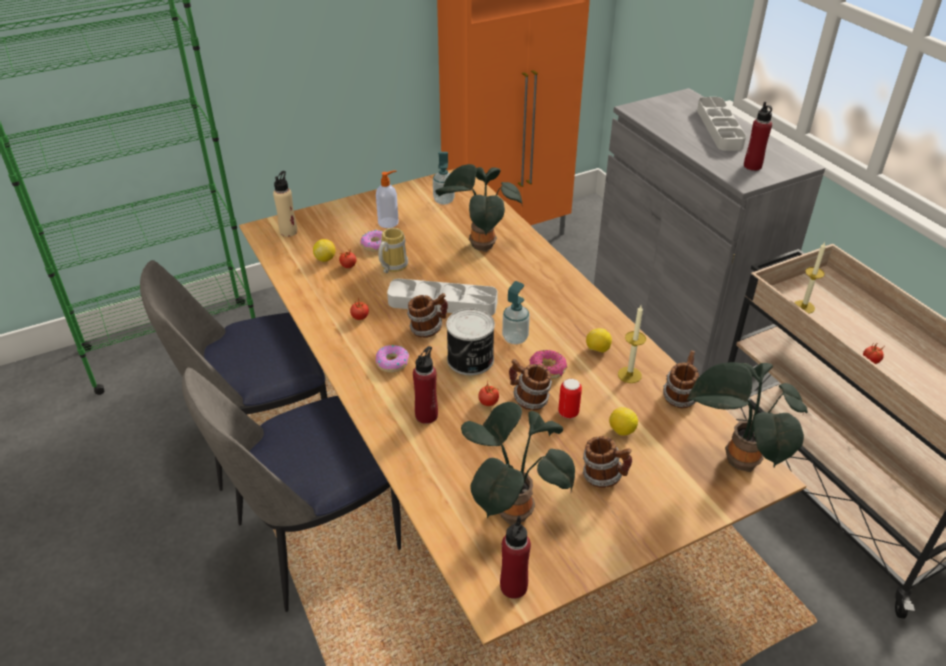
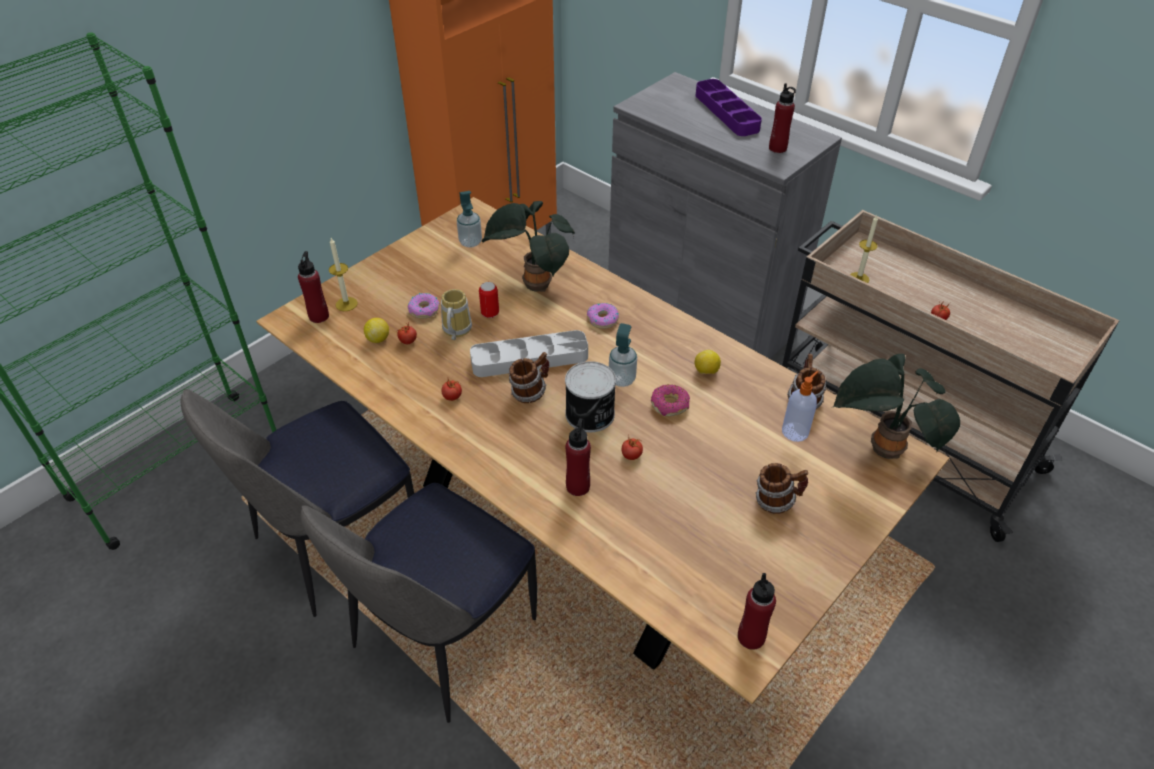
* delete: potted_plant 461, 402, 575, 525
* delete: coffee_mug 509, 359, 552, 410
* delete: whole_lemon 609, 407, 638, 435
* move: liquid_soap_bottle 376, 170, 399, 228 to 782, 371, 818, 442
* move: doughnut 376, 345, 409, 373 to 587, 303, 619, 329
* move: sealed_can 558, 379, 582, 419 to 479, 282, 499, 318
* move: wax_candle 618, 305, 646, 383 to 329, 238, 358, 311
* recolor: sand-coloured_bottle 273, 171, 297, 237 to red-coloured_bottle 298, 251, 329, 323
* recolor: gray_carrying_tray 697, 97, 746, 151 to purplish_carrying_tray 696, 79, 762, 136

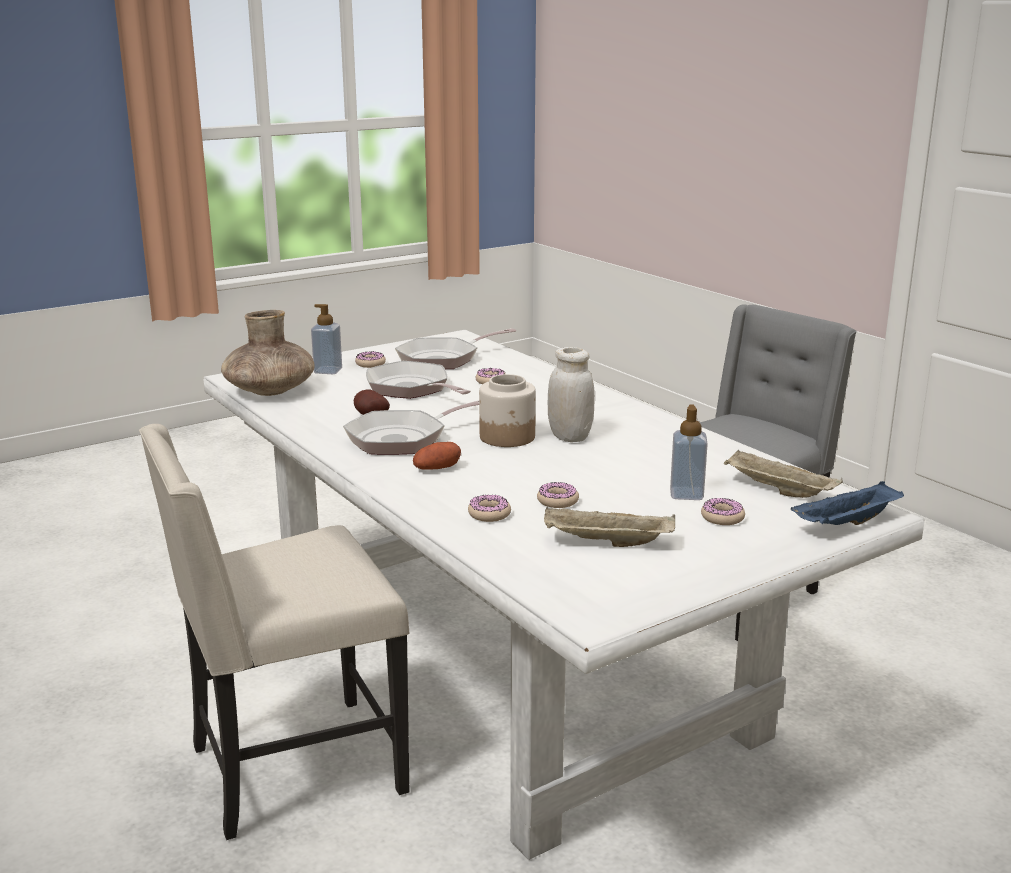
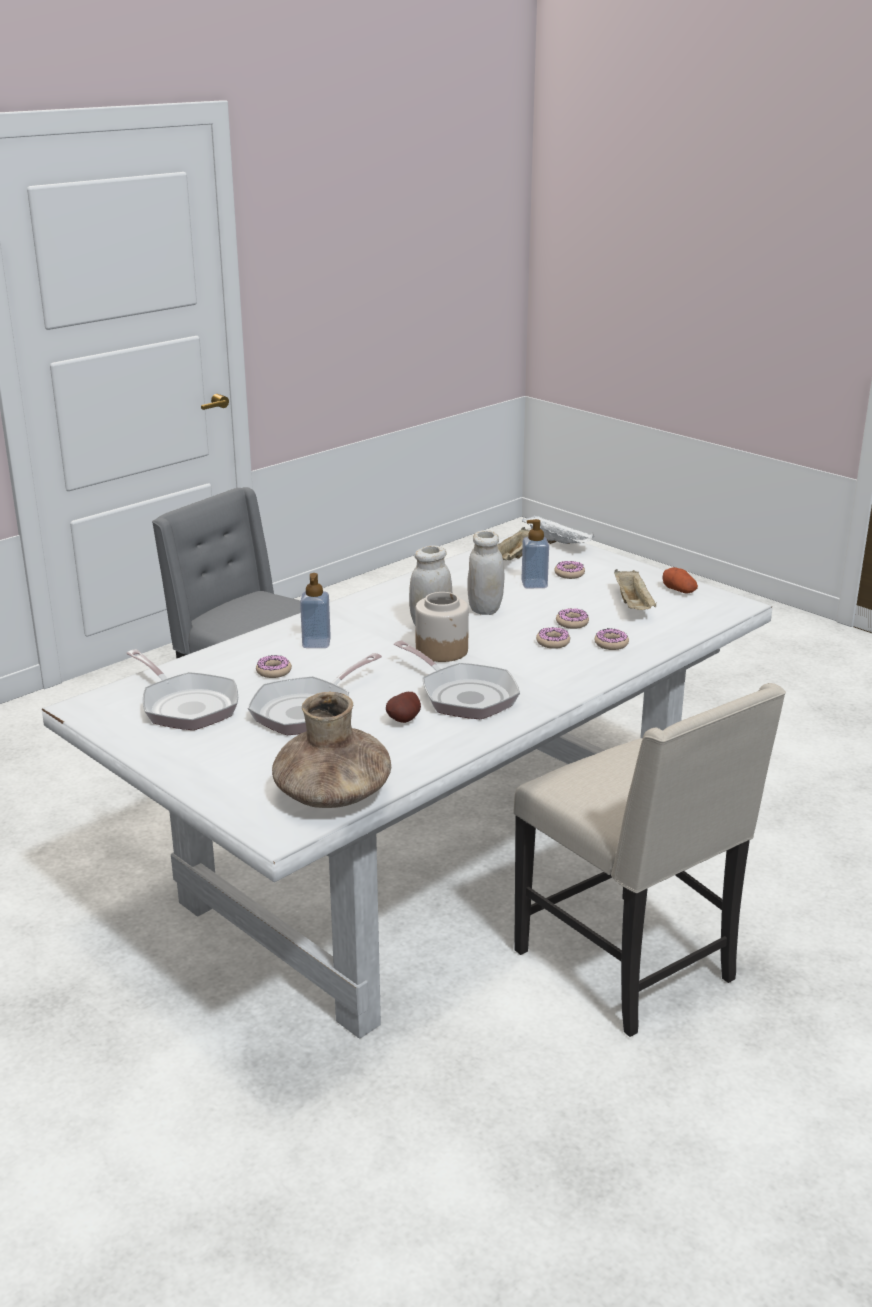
* insert: white-coloured_preserve_jar 468, 530, 505, 615
* move: liquid_soap_bottle 311, 304, 342, 374 to 300, 573, 331, 648
* move: doughnut 355, 351, 386, 368 to 536, 627, 570, 649
* move: potato 413, 442, 461, 470 to 663, 567, 698, 594
* recolor: bluish_carrying_tray 791, 481, 904, 525 to white-coloured_carrying_tray 522, 515, 594, 544

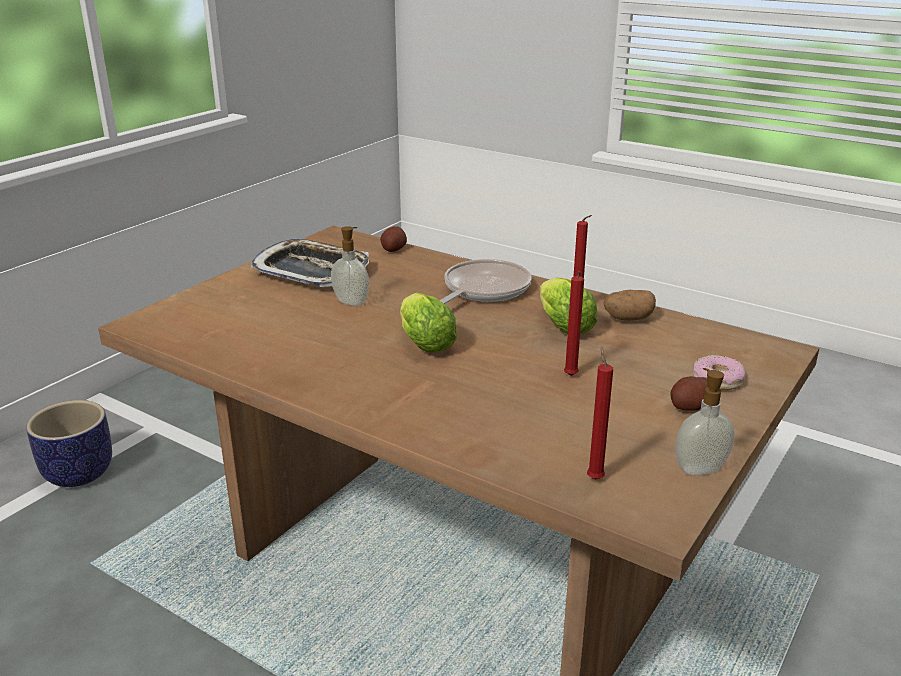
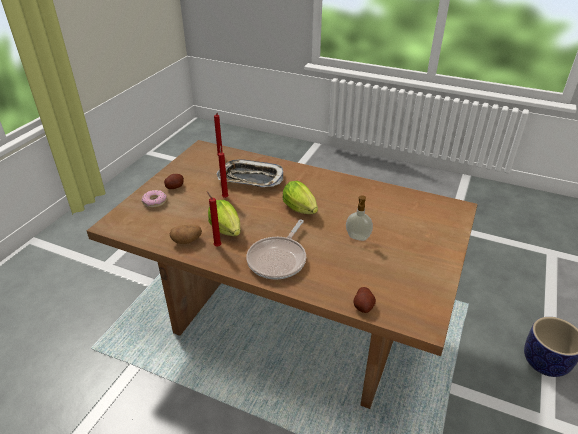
* delete: liquid_soap_bottle 676, 368, 735, 475
* move: carrying_tray 250, 239, 369, 287 to 216, 159, 283, 187

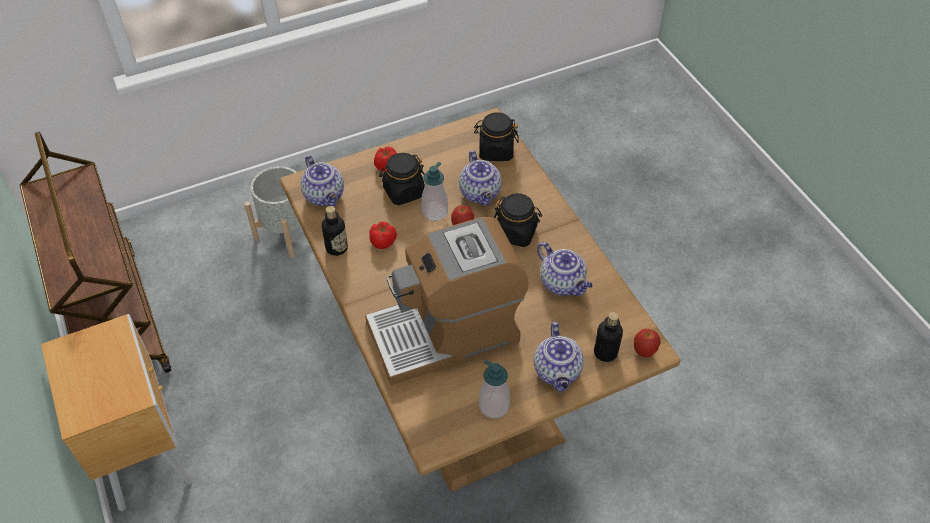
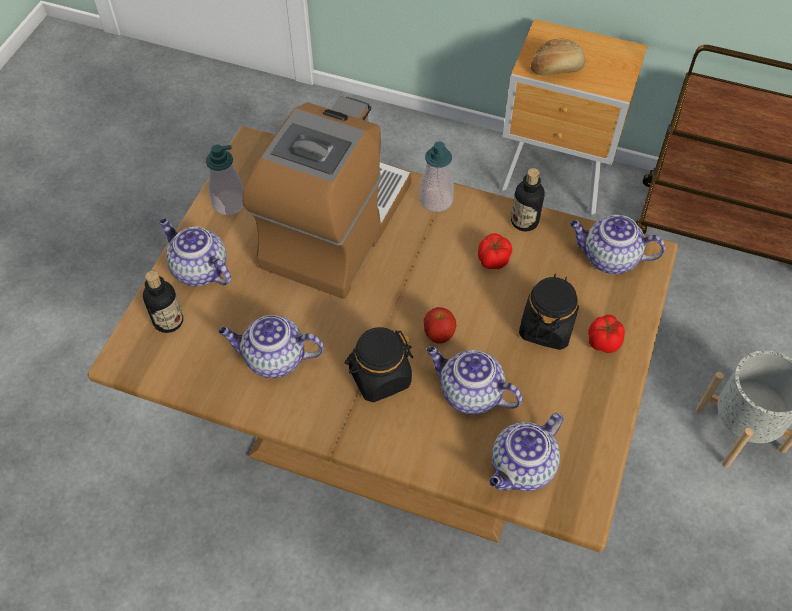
* delete: apple_fruit 634, 329, 661, 357
* insert: bakery_bread 531, 39, 585, 75
* move: liquid_soap_bottle 421, 162, 448, 221 to 420, 141, 454, 212
* replace: black-coloured_preserve_jar 474, 112, 519, 161 to tea_pot 489, 413, 563, 491

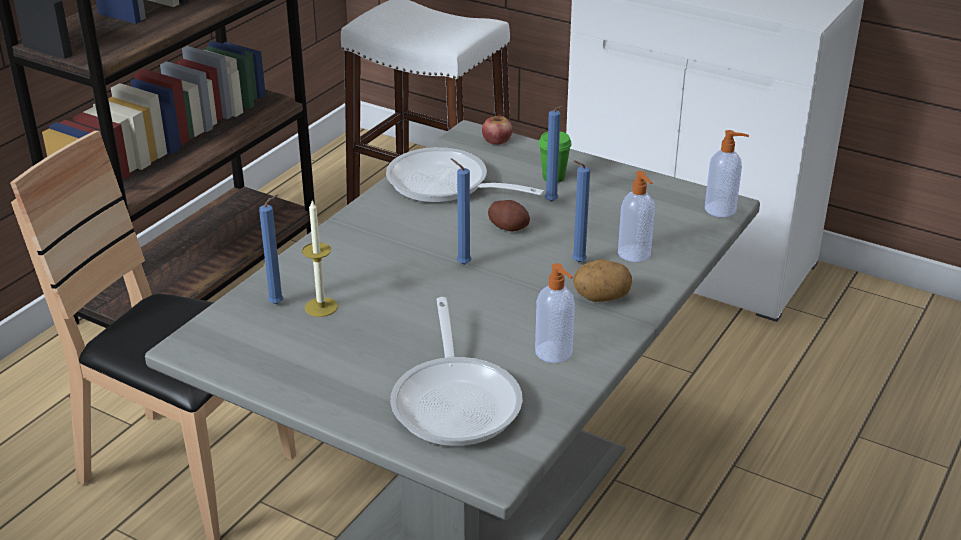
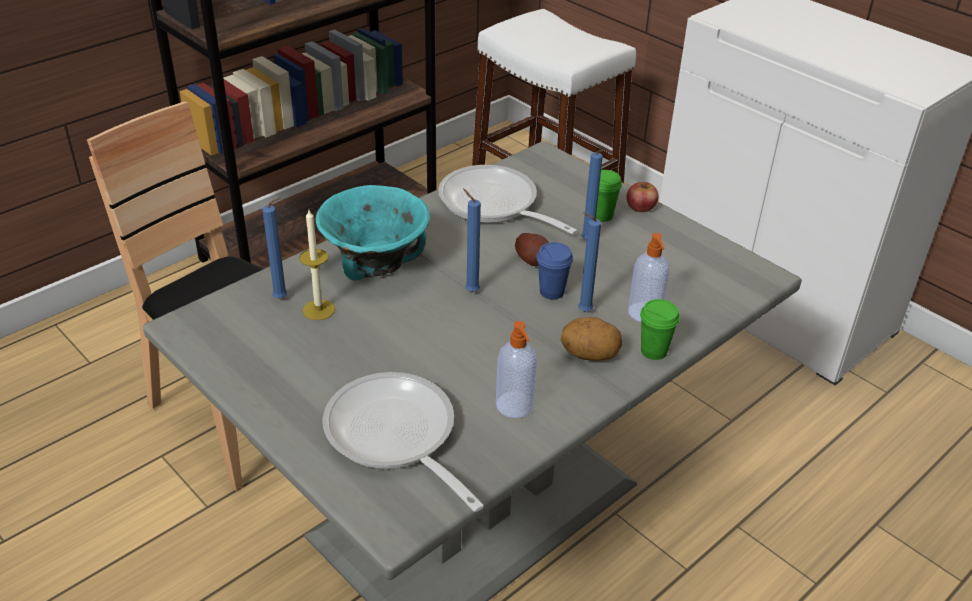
* delete: liquid_soap_bottle 705, 130, 749, 217
* insert: turquoise_deep_dish 316, 185, 430, 281
* insert: bluish_small_cup 536, 242, 573, 300
* insert: green-coloured_small_cup 640, 299, 680, 360
* move: apple_fruit 482, 115, 513, 145 to 627, 182, 659, 212
* rotate: pan 390, 297, 523, 446 = 323, 372, 484, 512 135 degrees clockwise

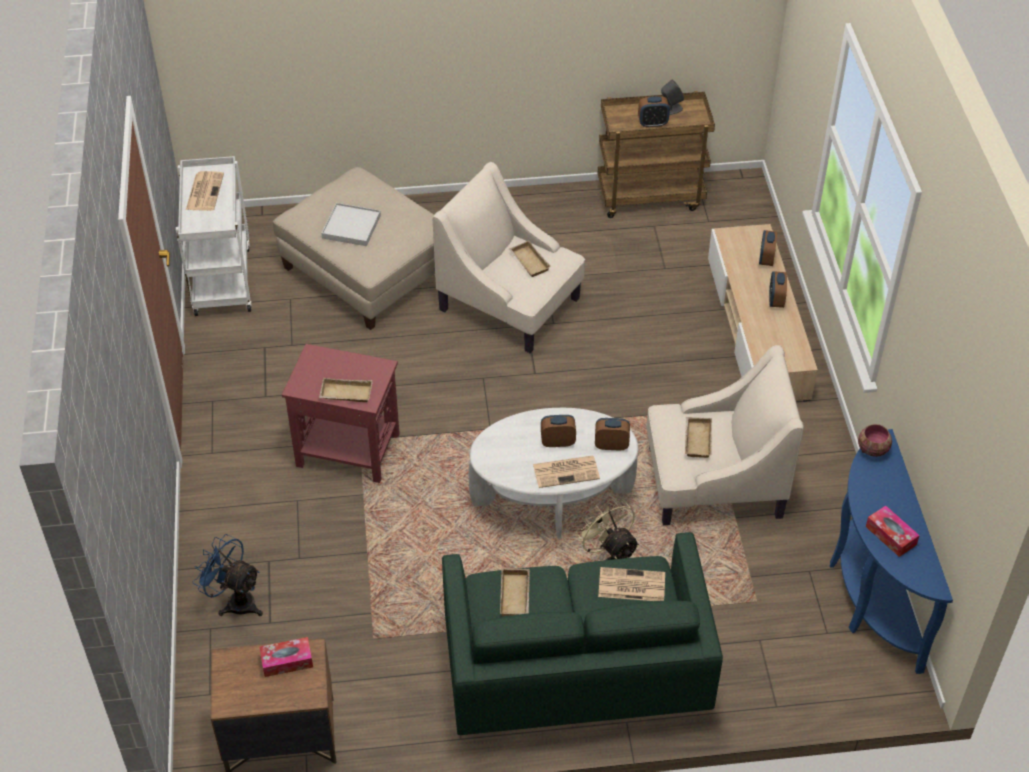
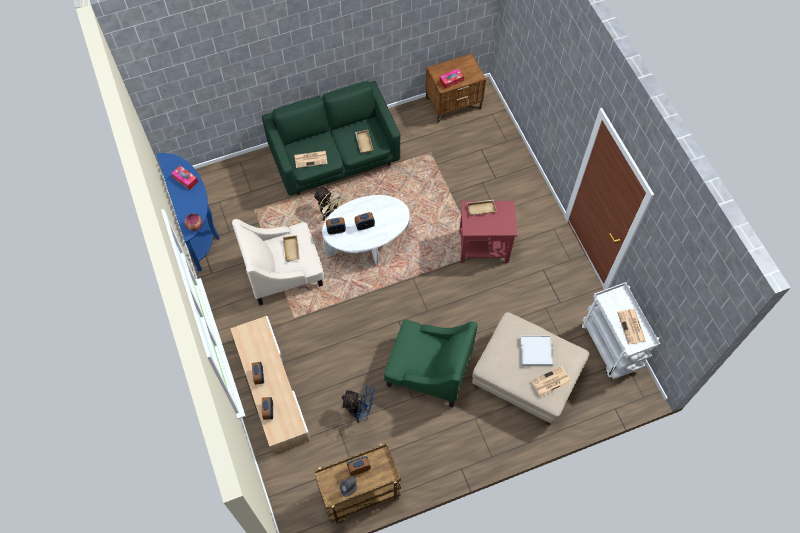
* delete: sand-coloured_carrying_tray 509, 241, 551, 277
* move: bluish_electric_fan 193, 534, 263, 616 to 341, 385, 375, 423
* move: daily_paper 533, 456, 600, 488 to 531, 366, 571, 397
* recolor: sand-coloured_easy_chair 433, 162, 585, 353 to green-coloured_easy_chair 384, 320, 478, 407

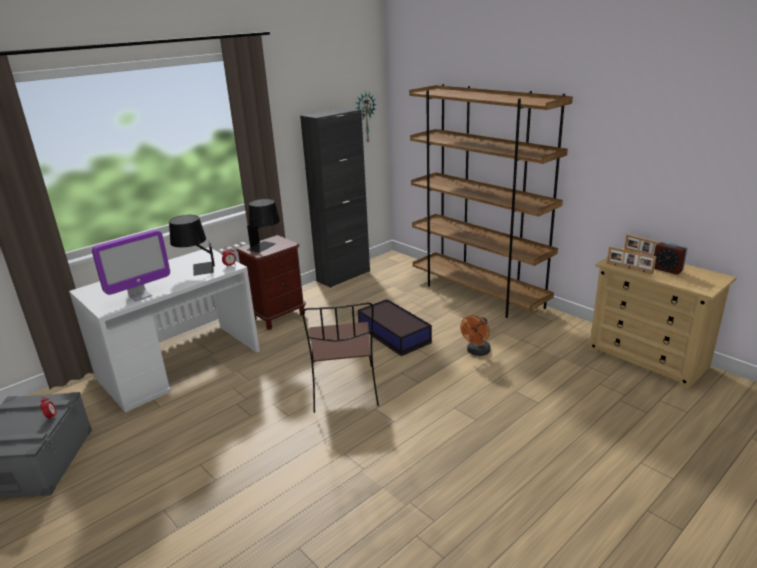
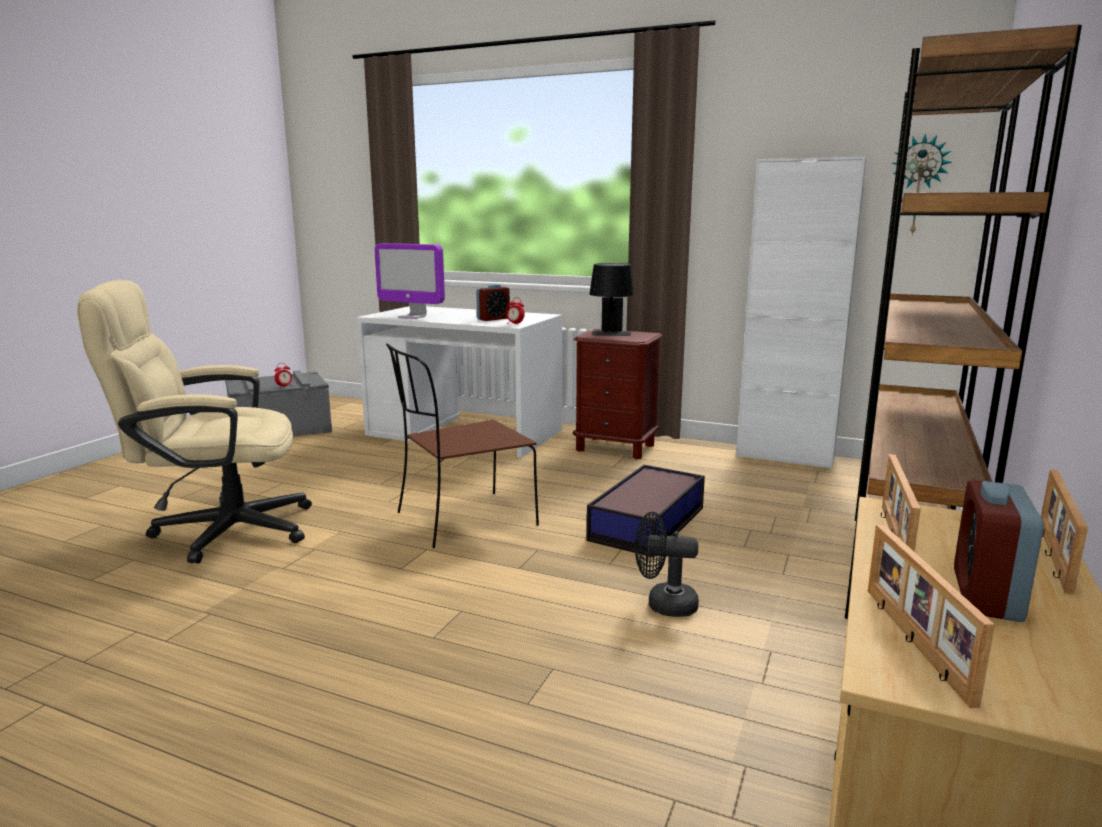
* insert: sand-coloured_office_chair 77, 280, 312, 563
* insert: photo_frame 868, 524, 995, 708
* replace: black-coloured_tabletop_lamp 169, 215, 215, 276 to bedside_clock 476, 284, 510, 321
* recolor: black-coloured_storage_cabinet 300, 107, 370, 288 to white-coloured_storage_cabinet 736, 156, 867, 470
* recolor: orange_electric_fan 460, 315, 491, 356 to black-coloured_electric_fan 635, 512, 699, 617

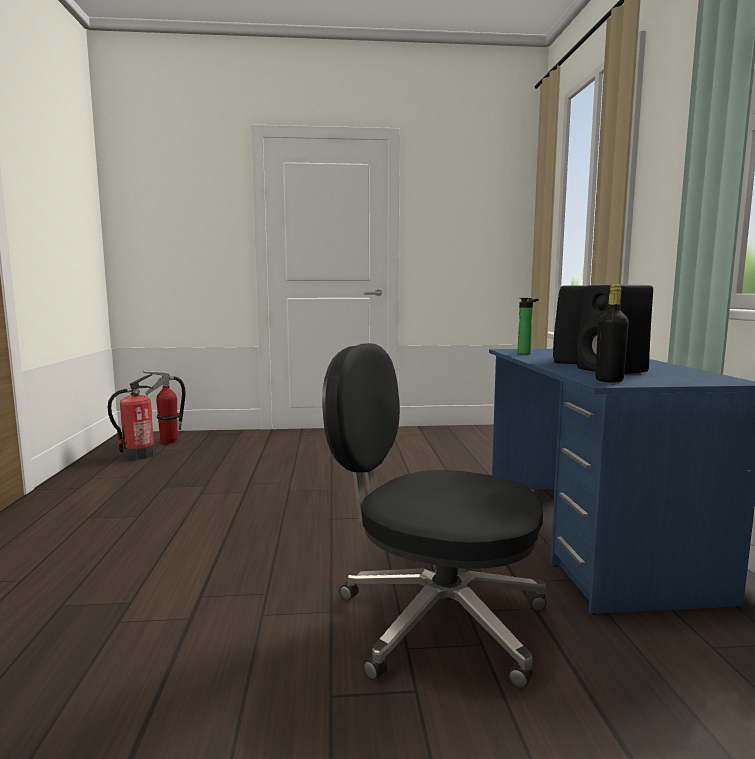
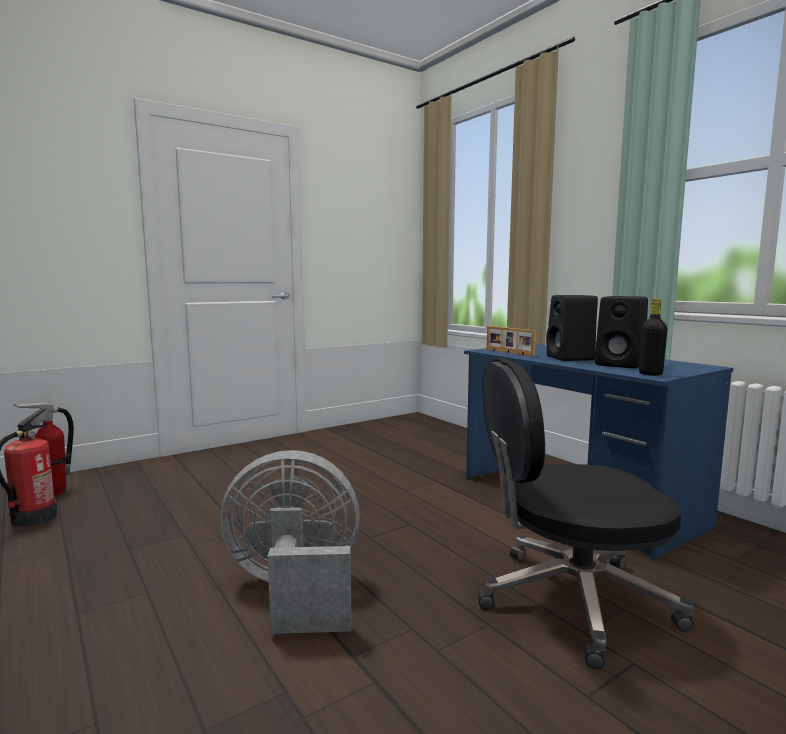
* insert: gray_electric_fan 220, 450, 360, 634
* replace: bottle 517, 298, 539, 354 to photo_frame 486, 326, 536, 357

